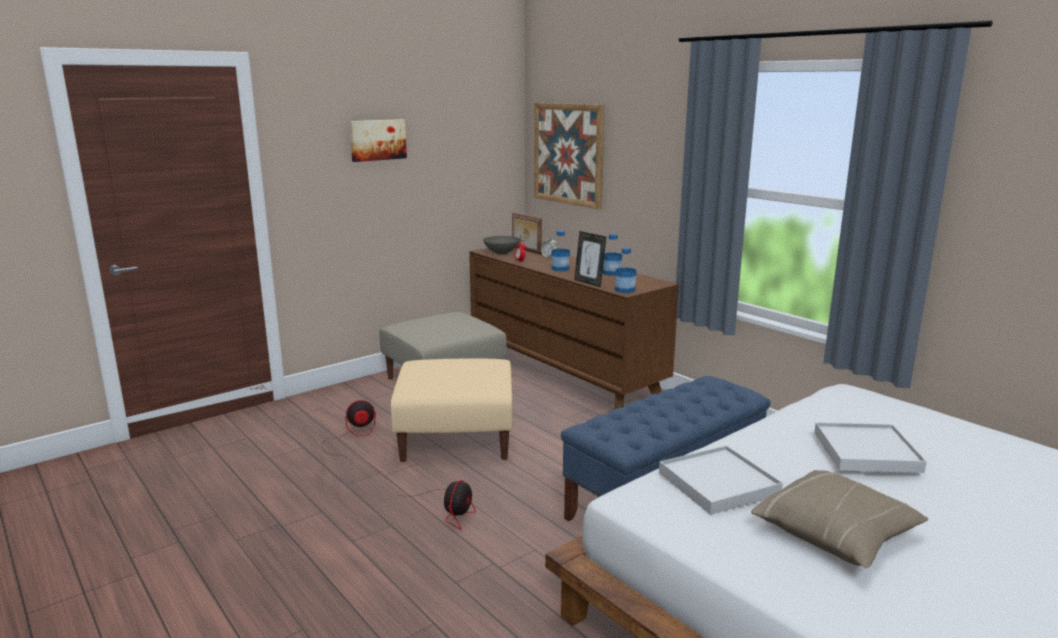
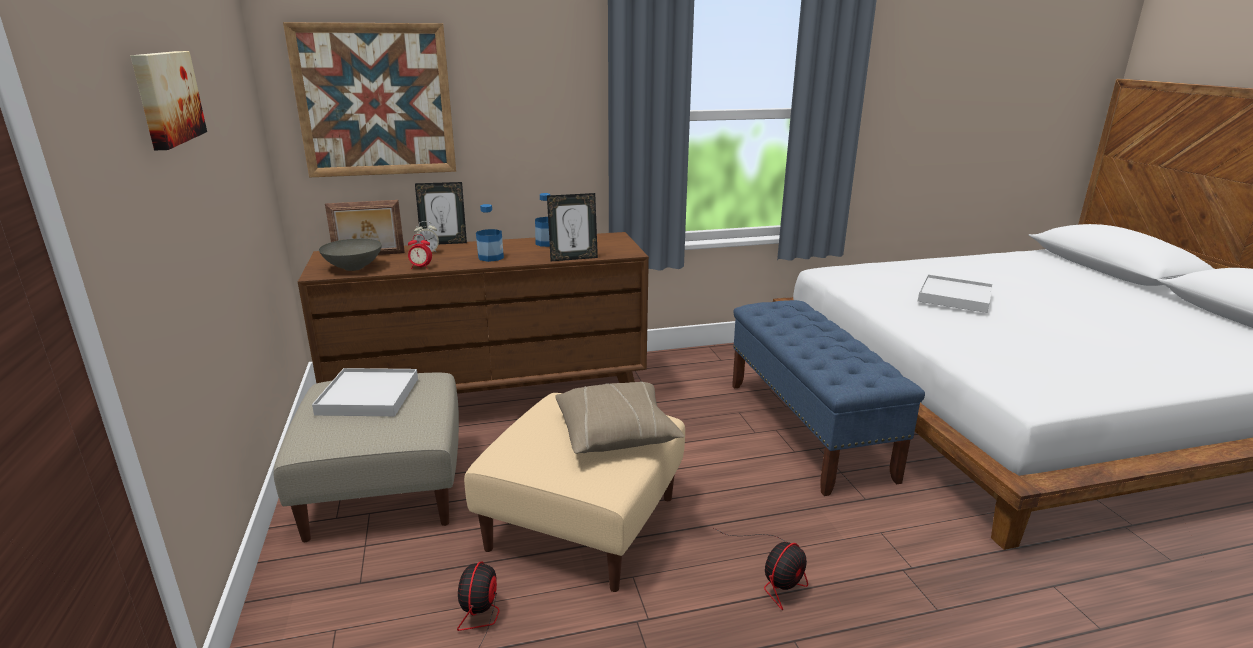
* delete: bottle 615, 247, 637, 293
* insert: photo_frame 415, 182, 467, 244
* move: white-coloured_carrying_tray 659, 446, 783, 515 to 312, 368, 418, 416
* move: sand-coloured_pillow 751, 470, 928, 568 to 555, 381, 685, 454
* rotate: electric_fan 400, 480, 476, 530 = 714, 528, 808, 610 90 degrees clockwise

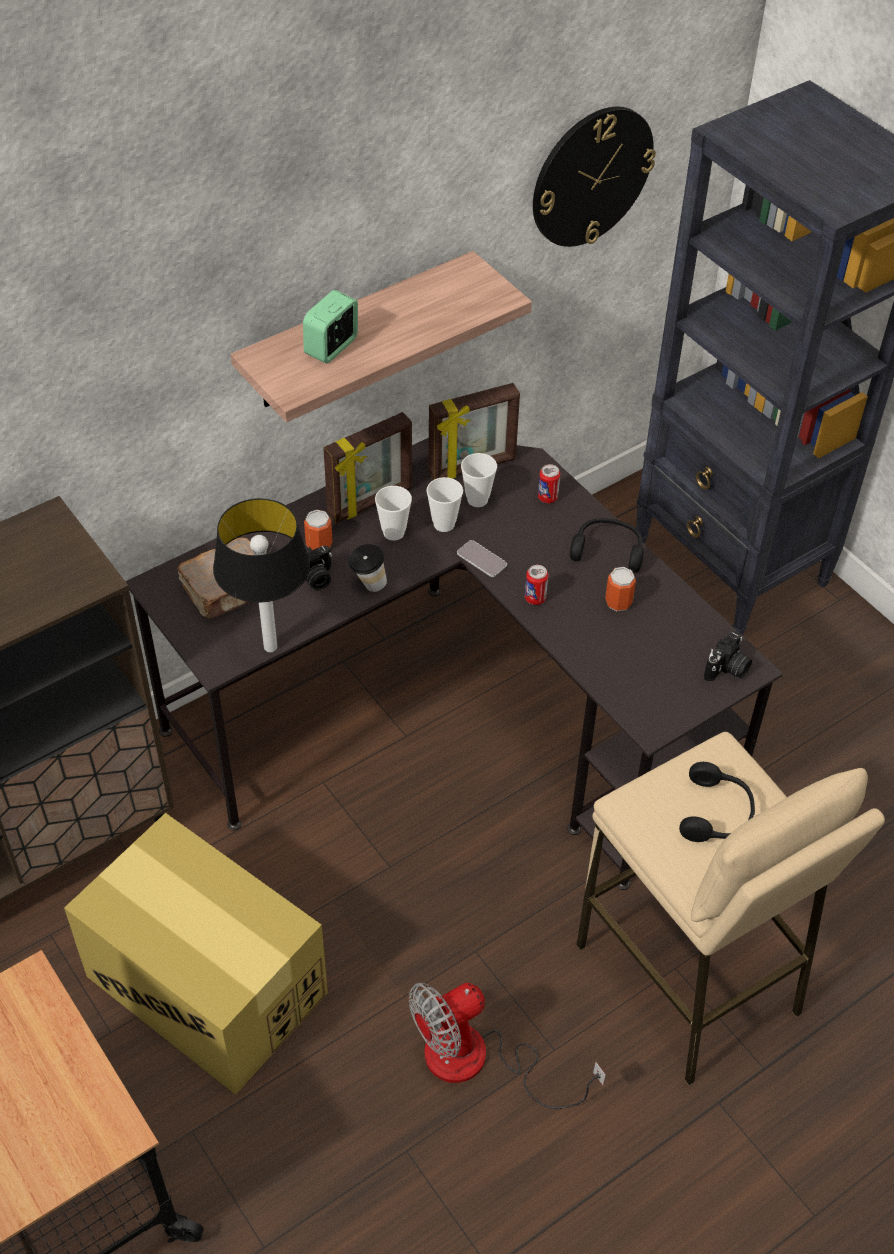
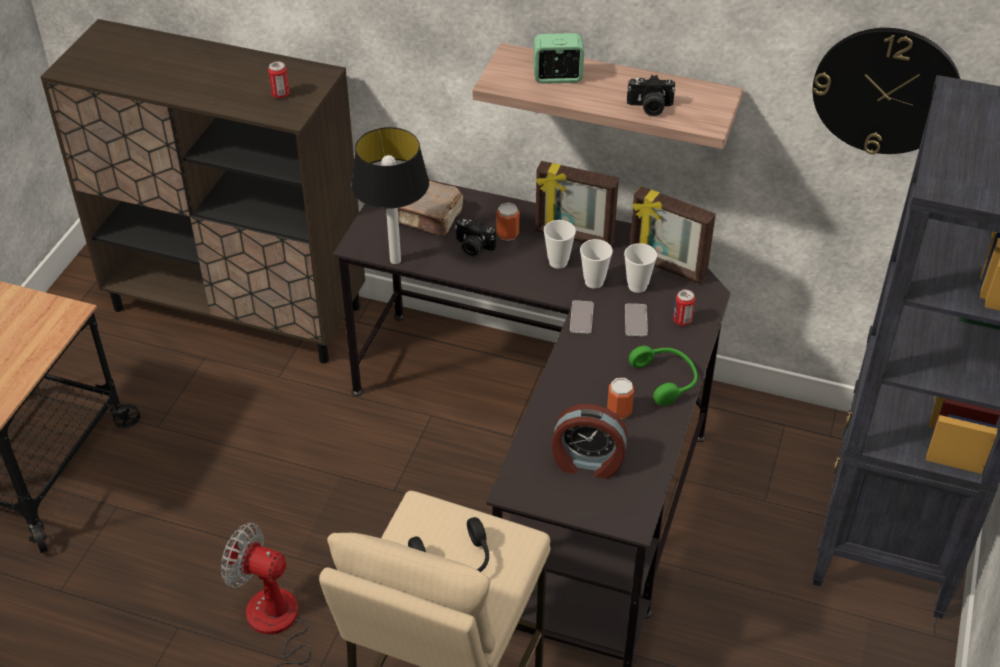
* delete: cardboard_box 64, 813, 328, 1095
* delete: small_cup 348, 544, 387, 592
* insert: bedside_clock 551, 404, 628, 479
* insert: handset 625, 304, 648, 337
* move: sealed_can 525, 565, 548, 605 to 268, 61, 290, 98
* move: photo_camera 704, 631, 752, 682 to 627, 75, 676, 116
* recolor: black-coloured_headphones 570, 518, 644, 572 to green-coloured_headphones 629, 346, 697, 406

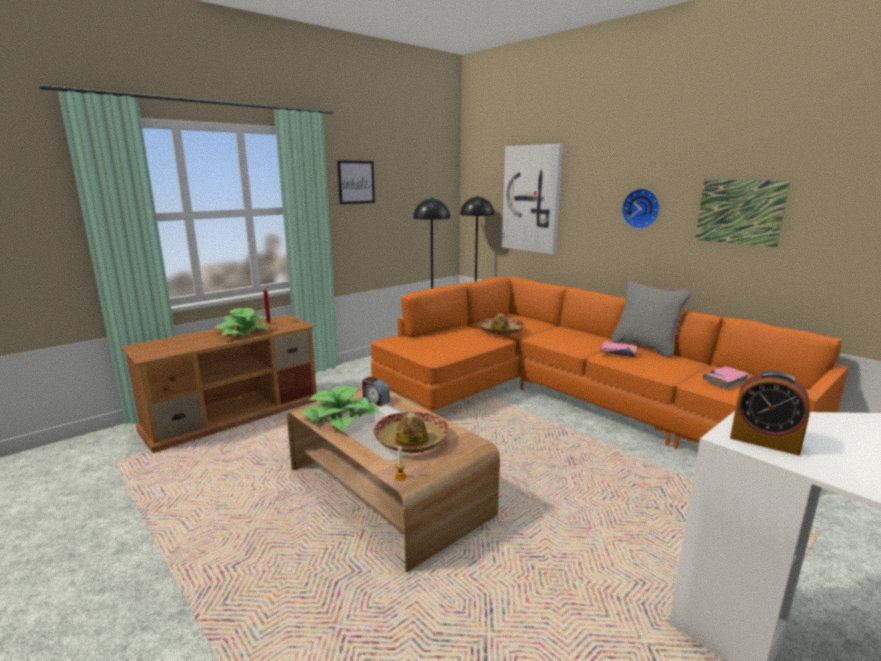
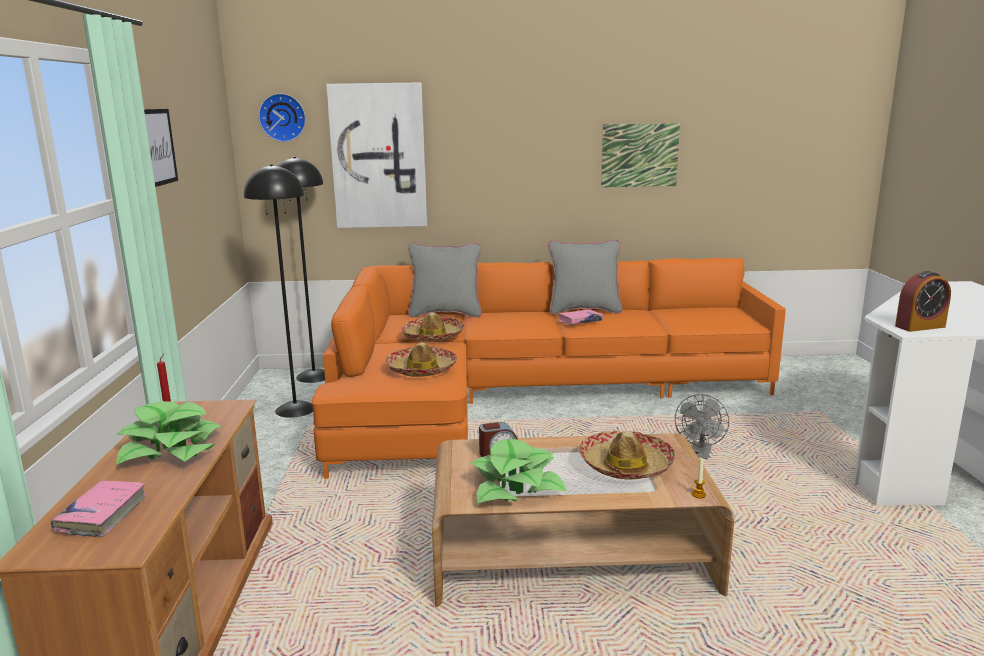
* insert: hat 385, 342, 457, 377
* insert: gray_pillow 408, 243, 482, 318
* insert: gray_electric_fan 675, 394, 729, 460
* move: wall_clock 622, 188, 660, 229 to 258, 93, 306, 142
* move: pink_volume 703, 366, 749, 389 to 51, 481, 147, 537

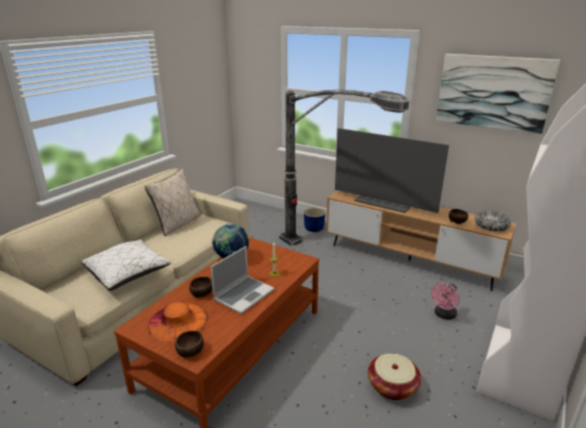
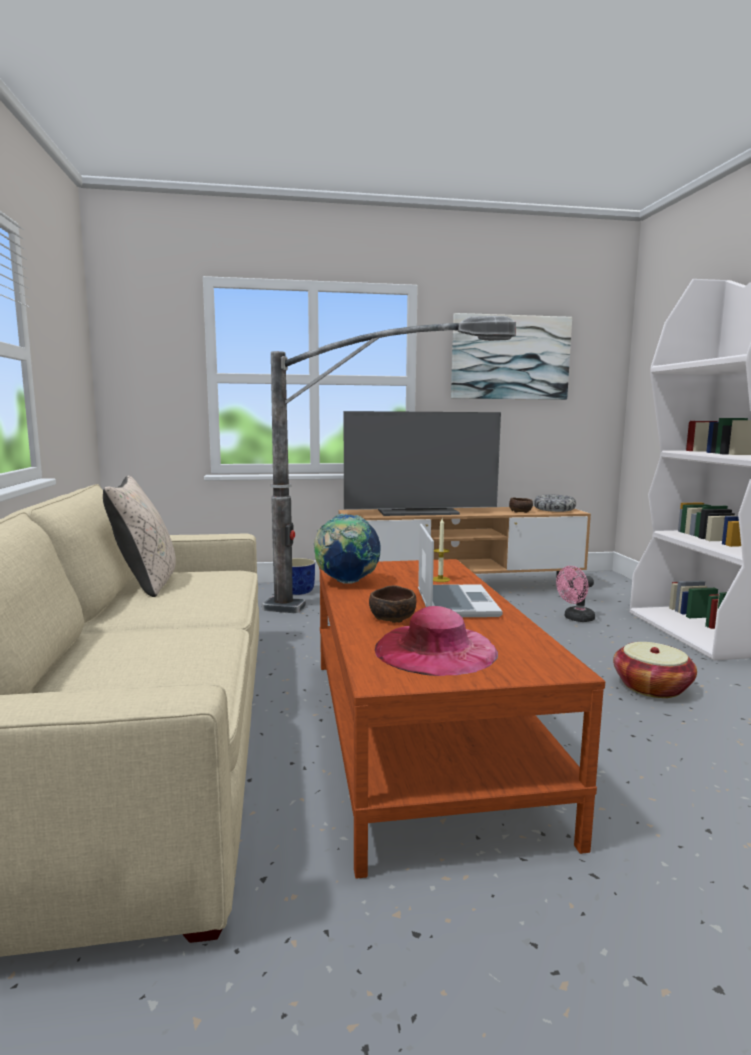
* delete: white-coloured_pillow 81, 239, 171, 291
* delete: brown_deep_dish 175, 331, 204, 358
* recolor: orange_hat 148, 301, 208, 341 to pink_hat 375, 606, 498, 676
* rotate: pink_electric_fan 431, 282, 460, 320 = 556, 566, 595, 622 60 degrees clockwise

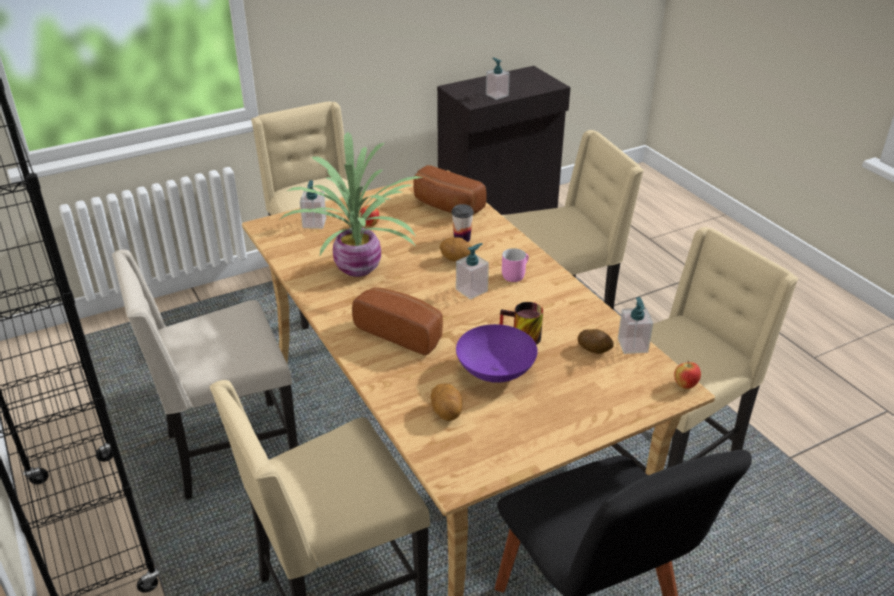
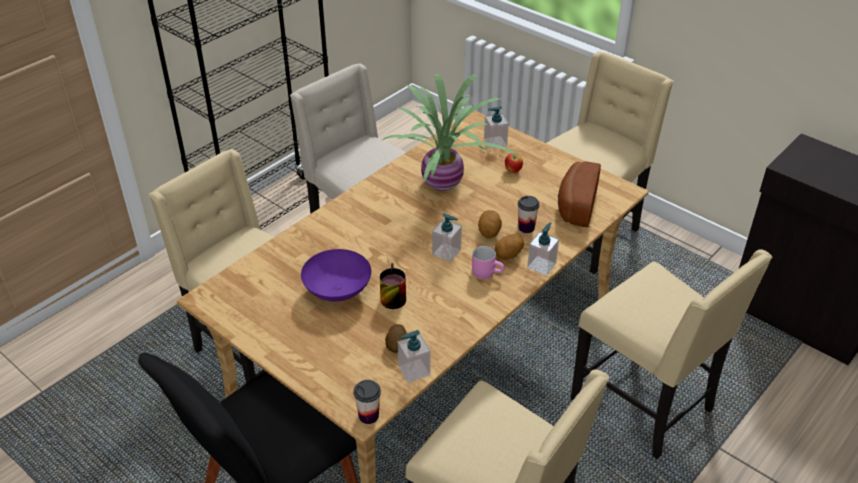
* delete: bakery_bread 352, 287, 443, 355
* move: potato 431, 383, 462, 421 to 494, 234, 524, 260
* move: liquid_soap_bottle 486, 58, 510, 100 to 527, 222, 559, 276
* replace: apple_fruit 674, 360, 701, 389 to small_cup 353, 380, 381, 424

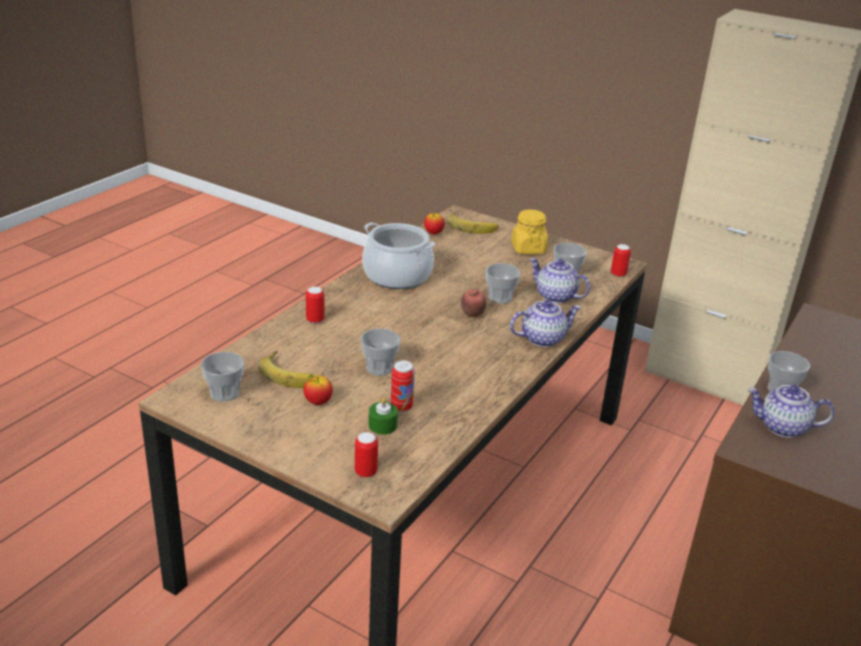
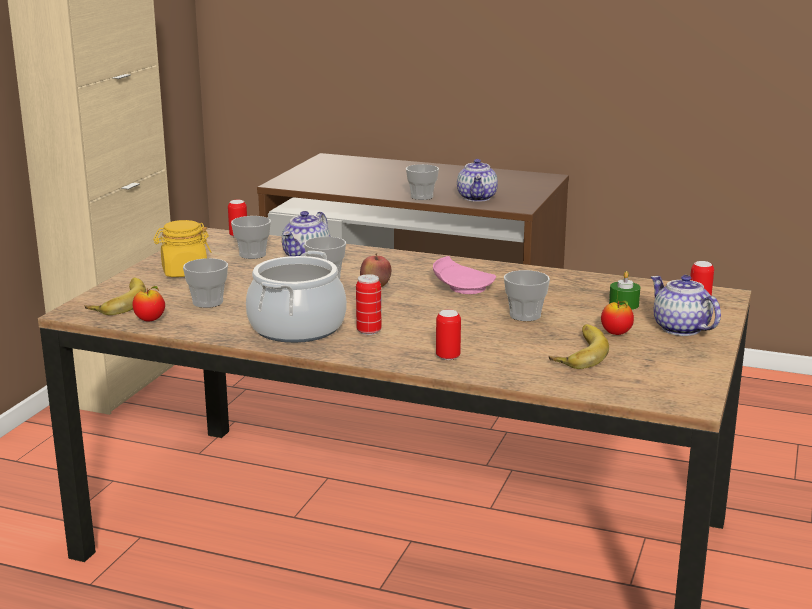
* insert: pink_dinner_plate 433, 256, 496, 294
* move: small_cup 201, 352, 244, 402 to 183, 258, 228, 308
* move: sealed_can 391, 360, 414, 412 to 356, 274, 381, 335
* move: tea_pot 510, 300, 581, 347 to 651, 275, 721, 336

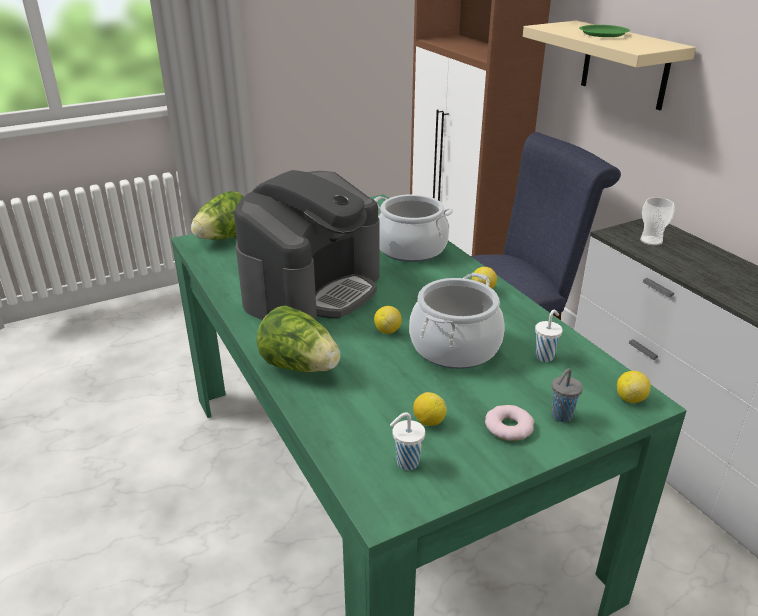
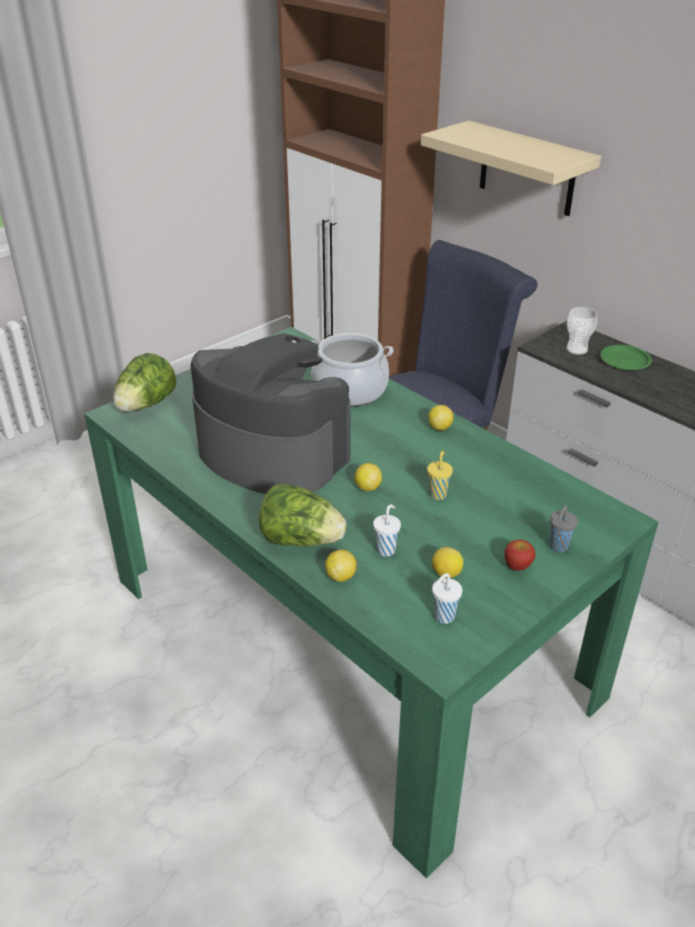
* move: white-coloured_small_cup 535, 310, 563, 362 to 373, 504, 401, 557
* move: green-coloured_dinner_plate 579, 25, 630, 37 to 600, 345, 652, 370
* move: whole_lemon 617, 371, 651, 403 to 325, 550, 357, 582
* replace: stockpot 409, 273, 505, 369 to yellow-coloured_small_cup 427, 451, 453, 500
* replace: doughnut 485, 405, 534, 441 to apple_fruit 505, 539, 535, 571
* rotate: coffee_machine 234, 170, 379, 321 = 191, 333, 351, 494 75 degrees counterclockwise

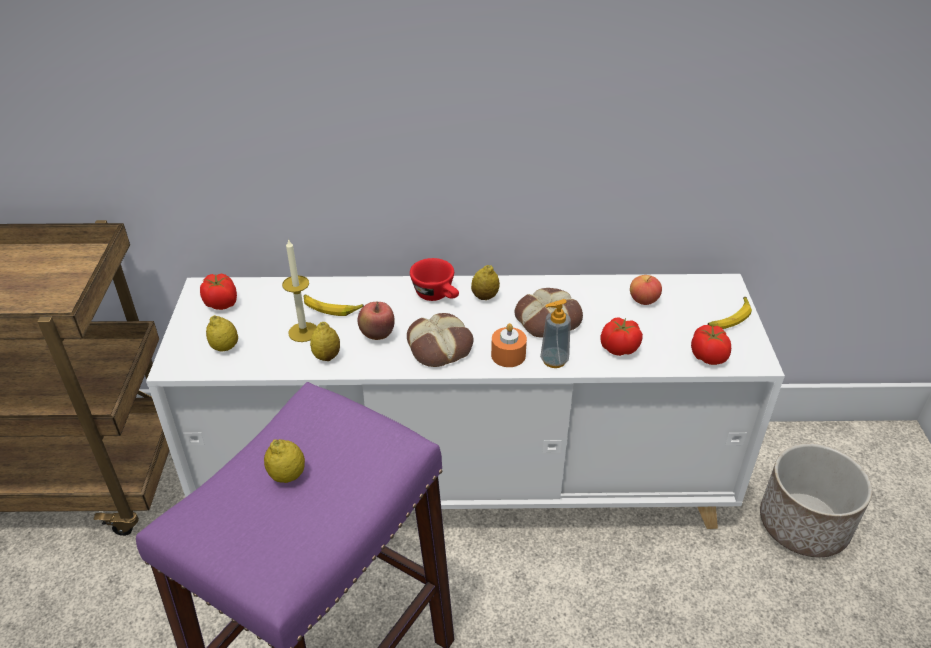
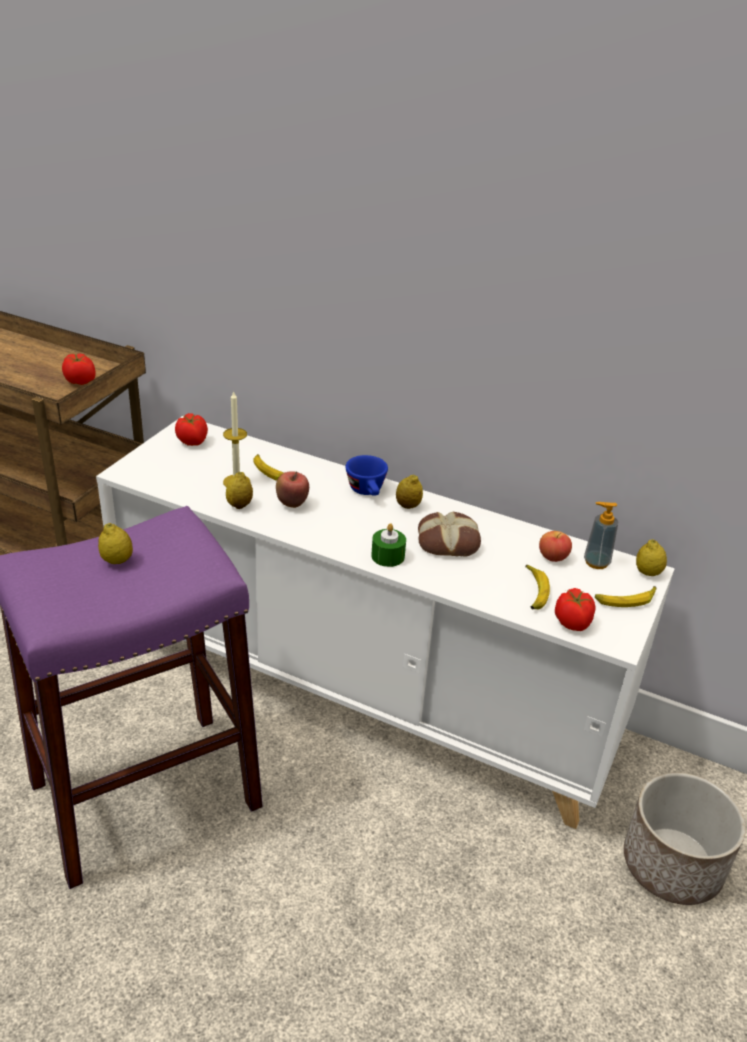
* delete: bakery_bread 407, 313, 474, 367
* insert: banana 525, 565, 550, 609
* move: whole_lemon 206, 315, 238, 351 to 636, 539, 667, 576
* move: liquid_soap_bottle 540, 299, 571, 368 to 584, 502, 618, 569
* move: tomato 601, 317, 643, 356 to 62, 353, 95, 385
* recolor: red-coloured_small_cup 410, 258, 459, 301 to bluish_small_cup 345, 455, 388, 496
* recolor: orange_wax_candle 491, 323, 527, 367 to green-coloured_wax_candle 371, 523, 406, 567

